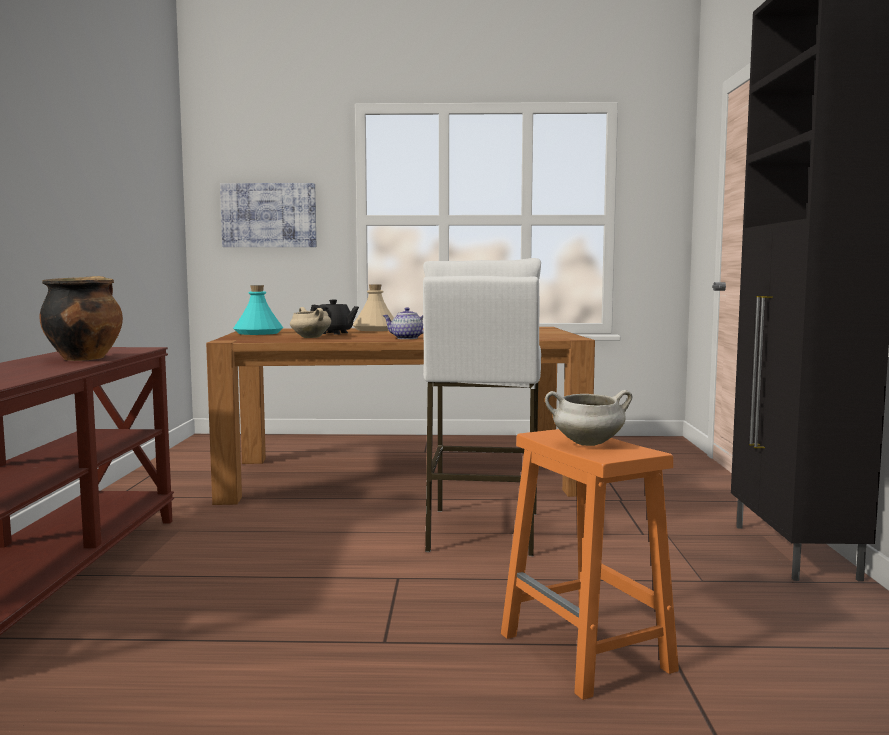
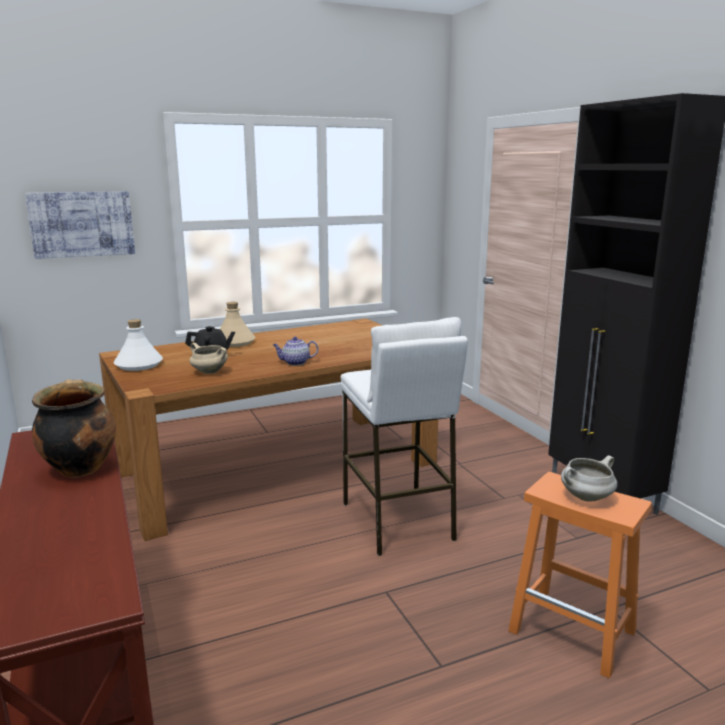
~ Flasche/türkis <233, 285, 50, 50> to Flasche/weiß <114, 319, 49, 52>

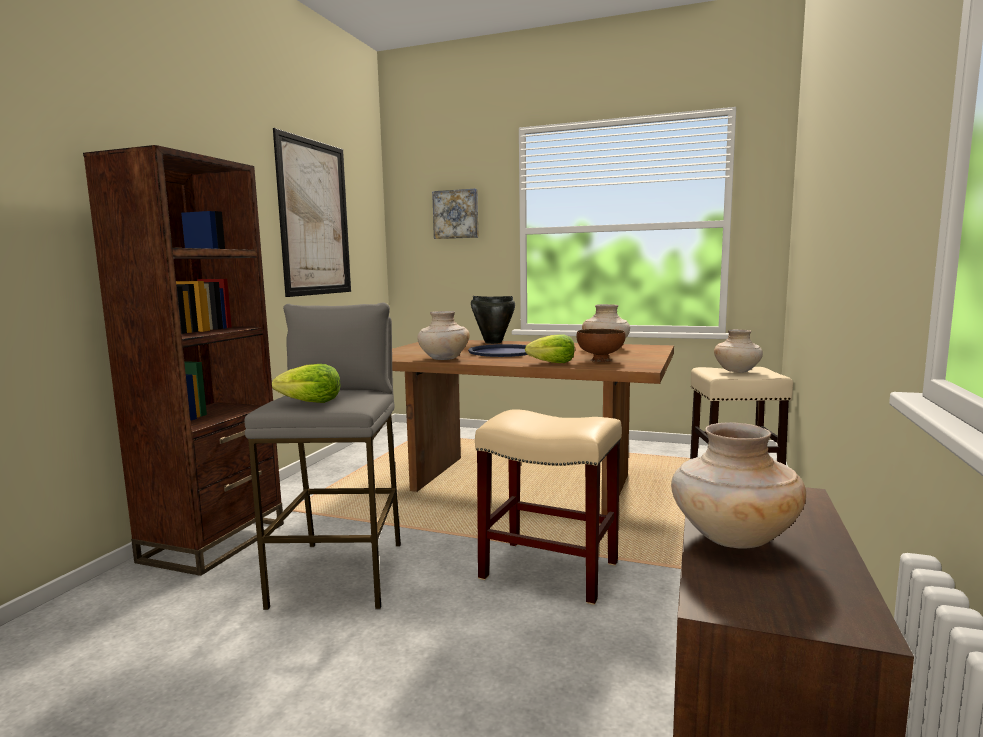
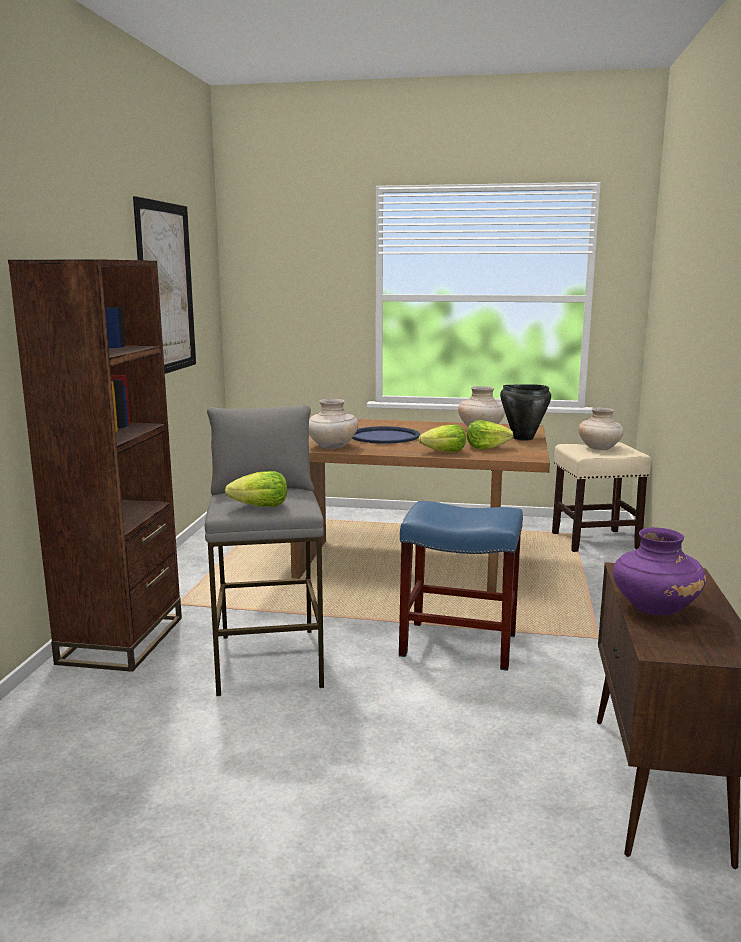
- Bild <432, 189, 47, 50>
~ Kochtopf/schwarz <471, 296, 44, 48> to <500, 384, 51, 57>
~ Hocker/beige <475, 409, 147, 196> to Hocker/blau <399, 501, 124, 170>
~ Schüssel/braun <577, 329, 49, 33> to Salatkopf <467, 420, 47, 29>
~ Vase/beige <671, 422, 135, 127> to Vase/lila <613, 527, 93, 88>

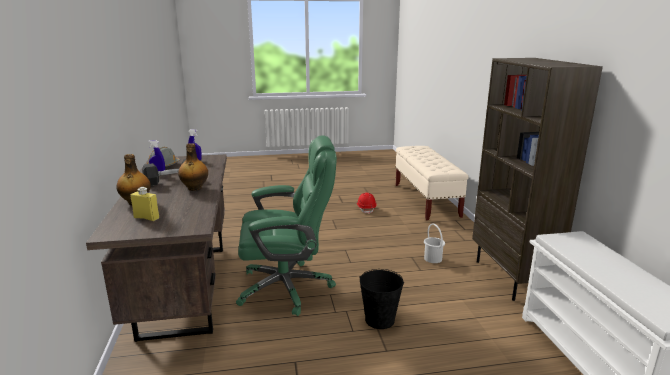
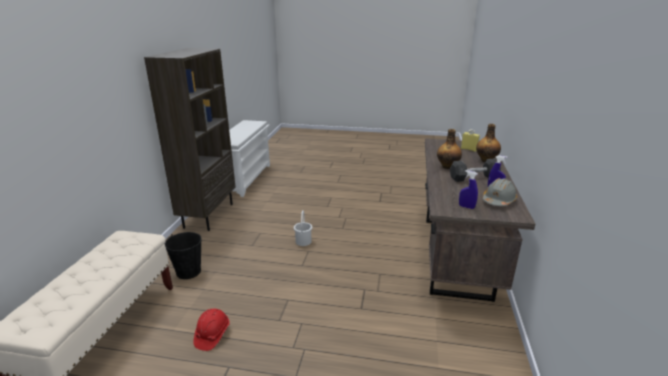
- Bürostuhl/grün <236, 135, 101, 181>
~ Eimer/schwarz <359, 269, 45, 60> to <165, 232, 37, 47>
~ Eimer/weiß <424, 223, 21, 40> to <294, 210, 18, 36>

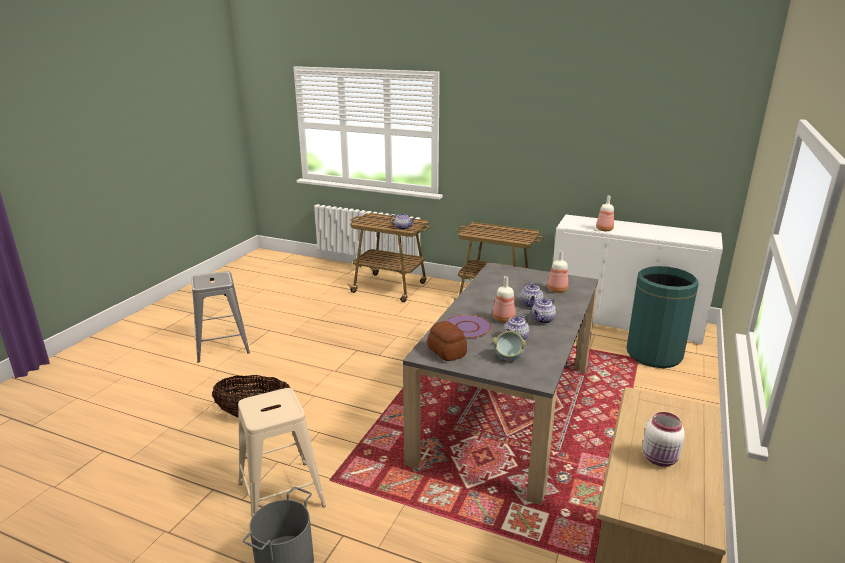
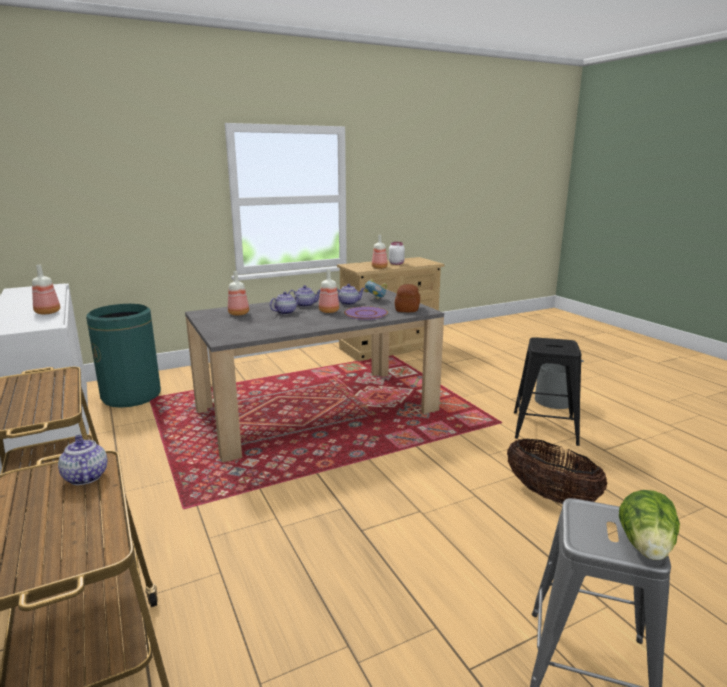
~ Hocker/beige <238, 388, 88, 129> to Hocker/schwarz <514, 337, 68, 109>
+ Flasche <372, 235, 16, 34>
+ Salatkopf <619, 490, 61, 70>

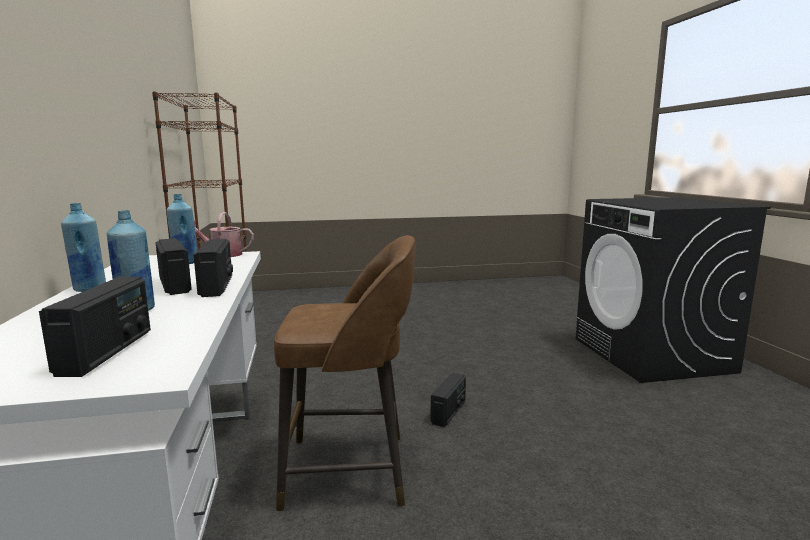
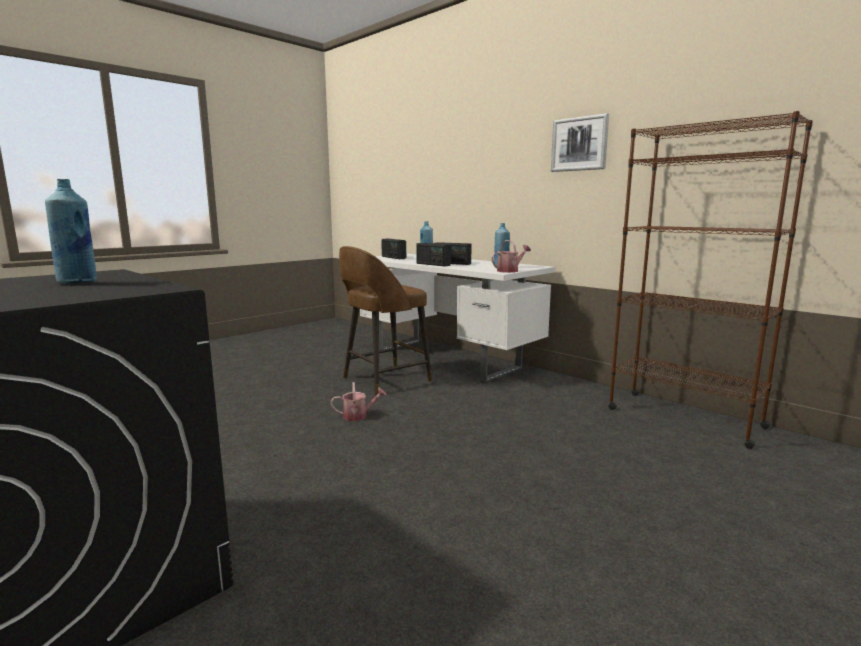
~ Flasche/blau <61, 203, 45, 89> to <45, 179, 52, 105>
~ Radio <431, 373, 35, 54> to Gießkanne <331, 382, 56, 39>
+ Bild <551, 113, 58, 59>

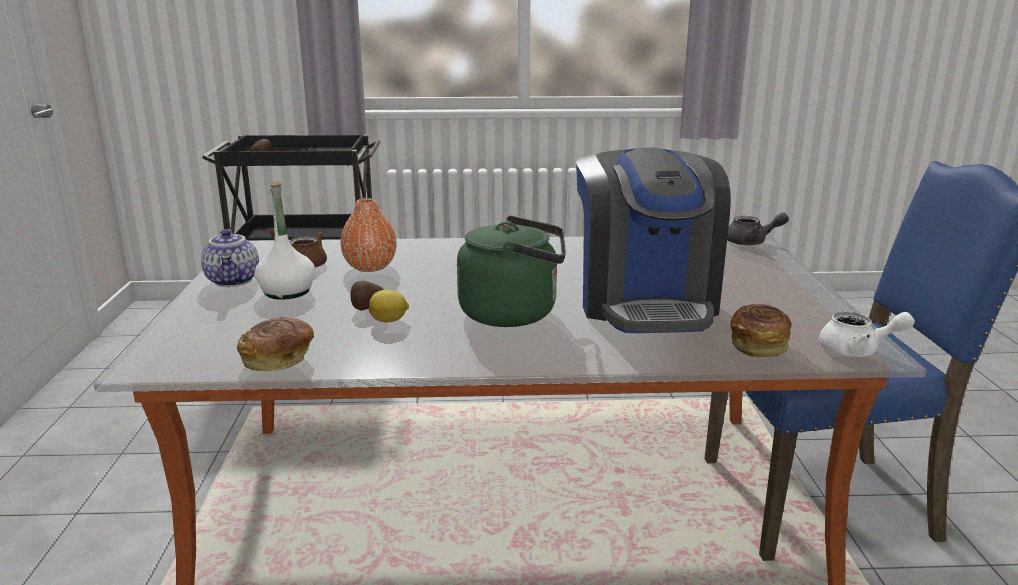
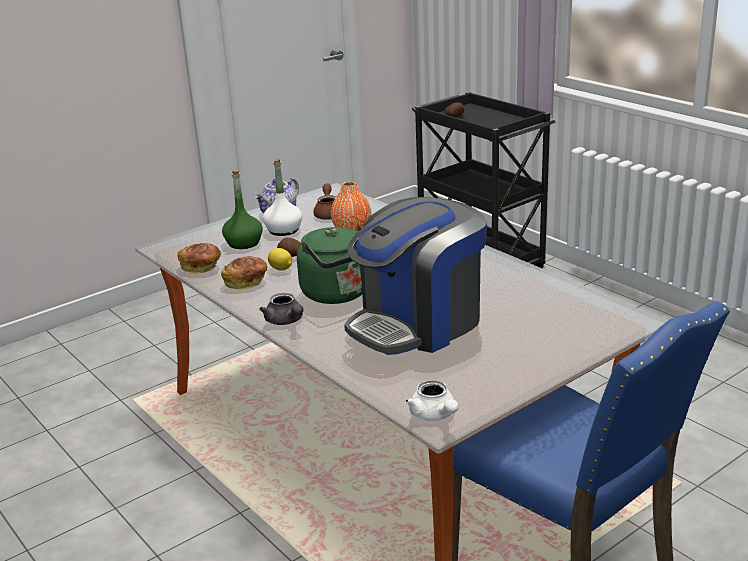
~ Teekanne/grau <727, 212, 62, 34> to <259, 293, 45, 32>
~ Brot <730, 304, 62, 53> to <221, 256, 47, 34>
+ Flasche/grün <222, 170, 41, 79>

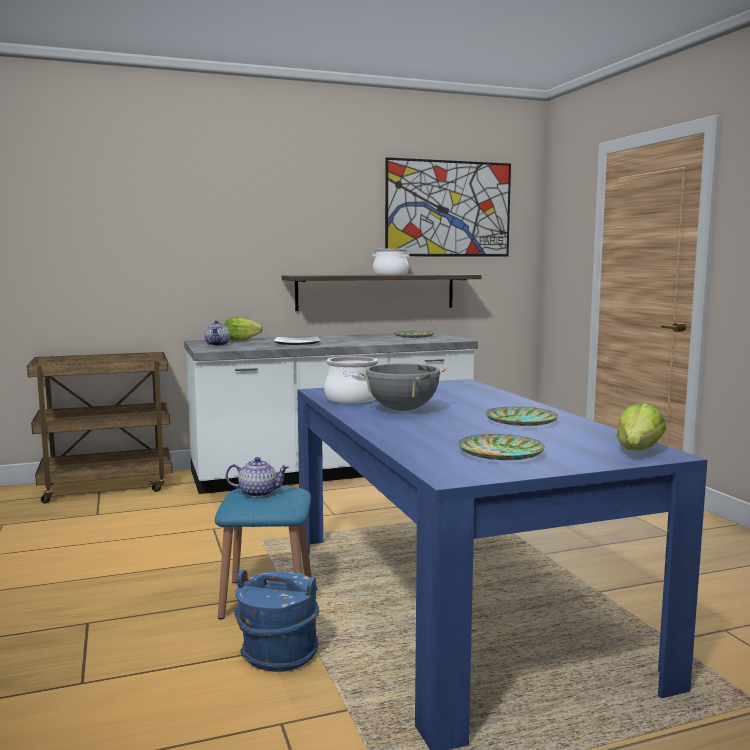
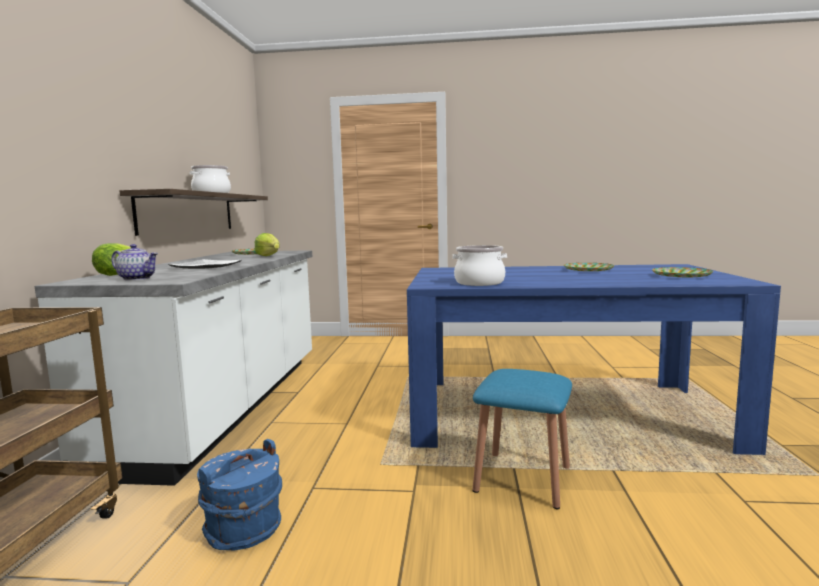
- Teekanne <226, 457, 64, 40>
~ Eimer/blau <234, 569, 85, 103> to <197, 439, 85, 112>
- Kochtopf/grau <358, 364, 89, 47>
- Bild <385, 157, 126, 100>
~ Salatkopf <617, 402, 49, 48> to <255, 233, 25, 23>

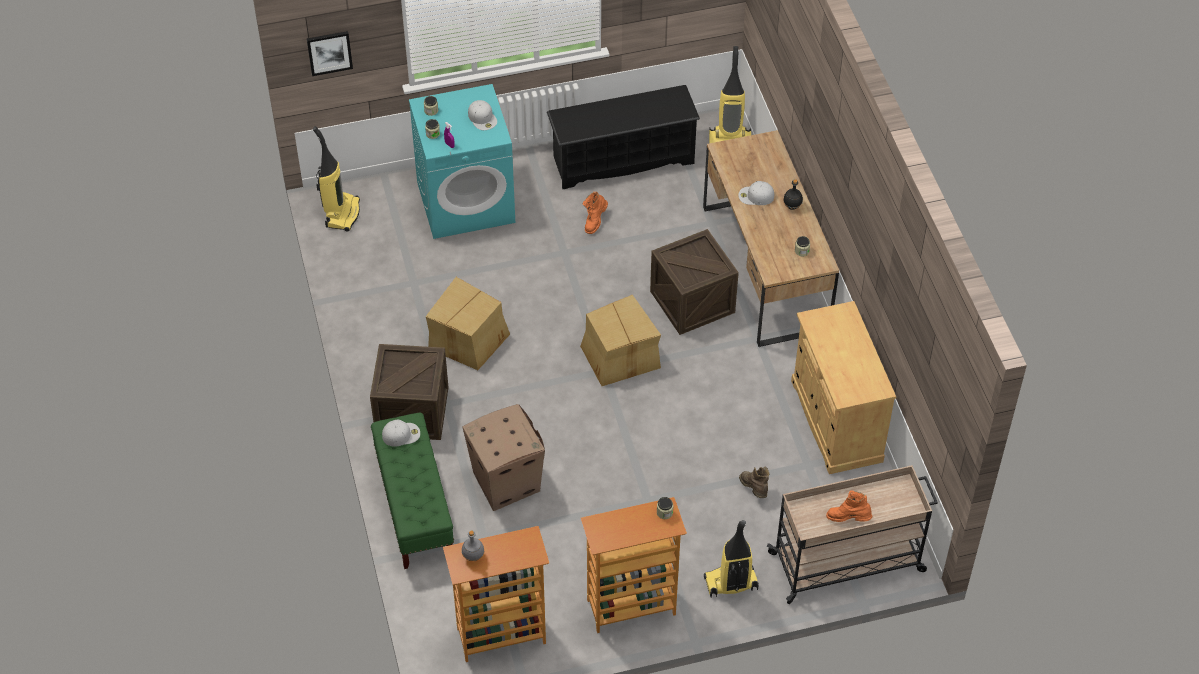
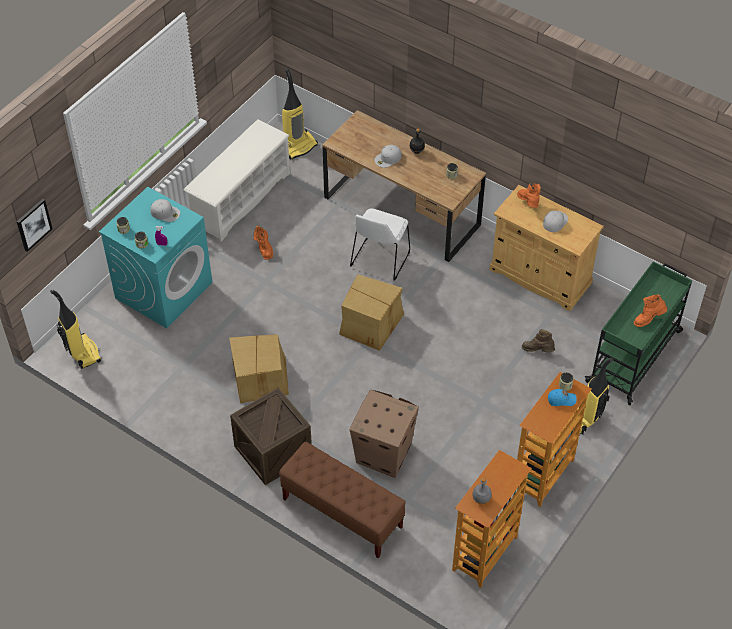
~ Bank/grün <371, 413, 83, 156> to Bank/braun <279, 442, 127, 116>
~ Kappe/weiß <382, 420, 38, 27> to <543, 211, 25, 21>
~ Schuhregal/schwarz <547, 85, 153, 104> to Schuhregal/weiß <184, 119, 106, 123>
~ Kiste <650, 229, 89, 106> to Stuhl/weiß <350, 208, 60, 73>
~ Rollwagen/beige <767, 465, 171, 139> to Rollwagen/grün <585, 262, 107, 143>
+ Stiefel/orange <517, 183, 24, 25>
+ Kappe/blau <548, 389, 29, 17>

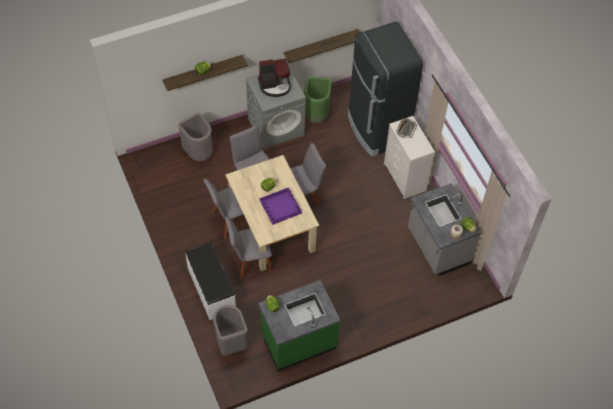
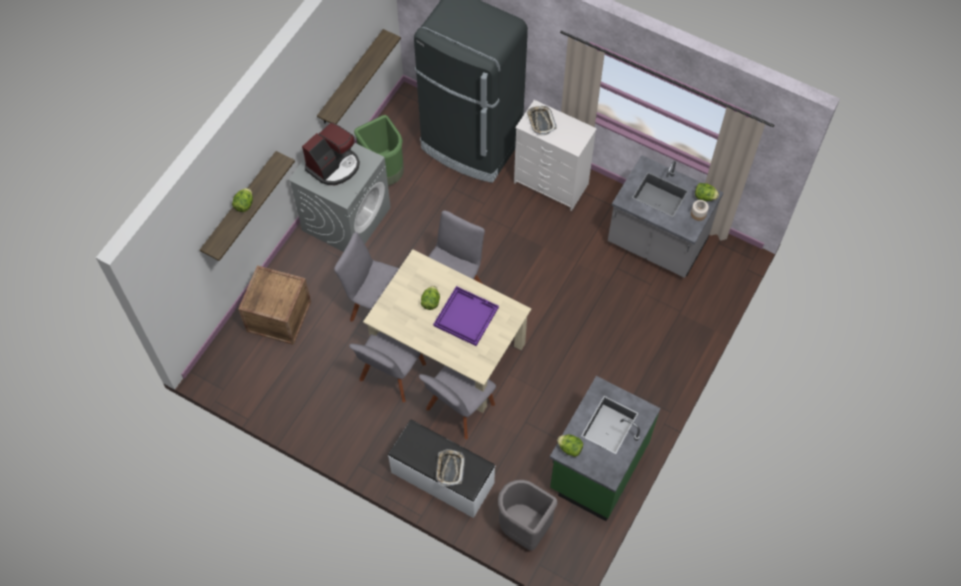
~ Mülleimer/grau <178, 112, 34, 49> to Kiste <238, 265, 73, 80>
+ Tablett <436, 449, 29, 38>

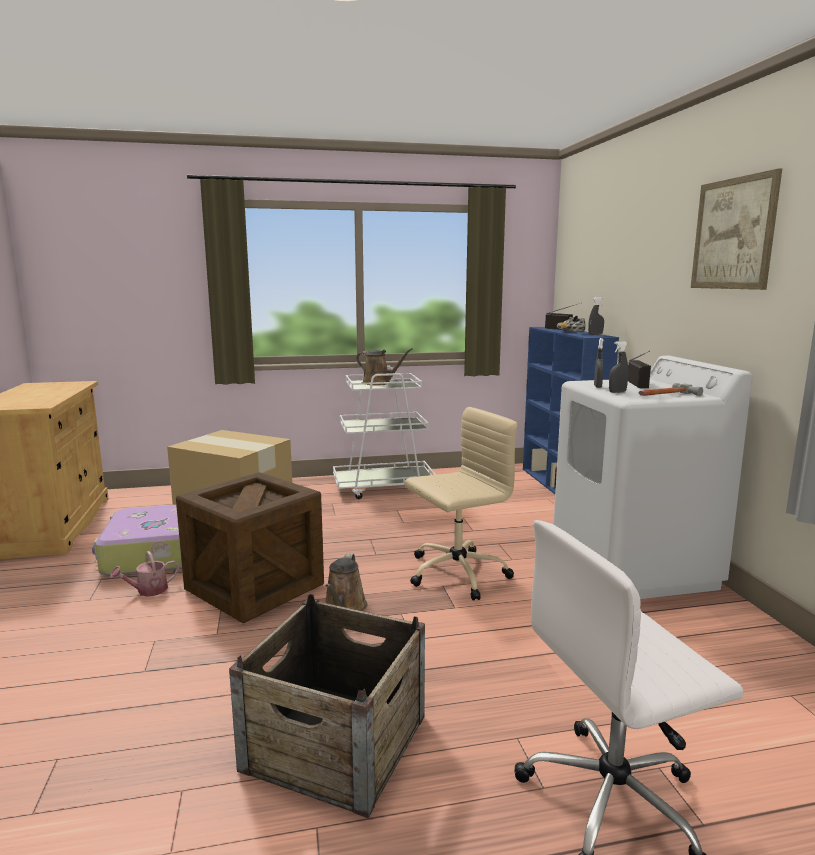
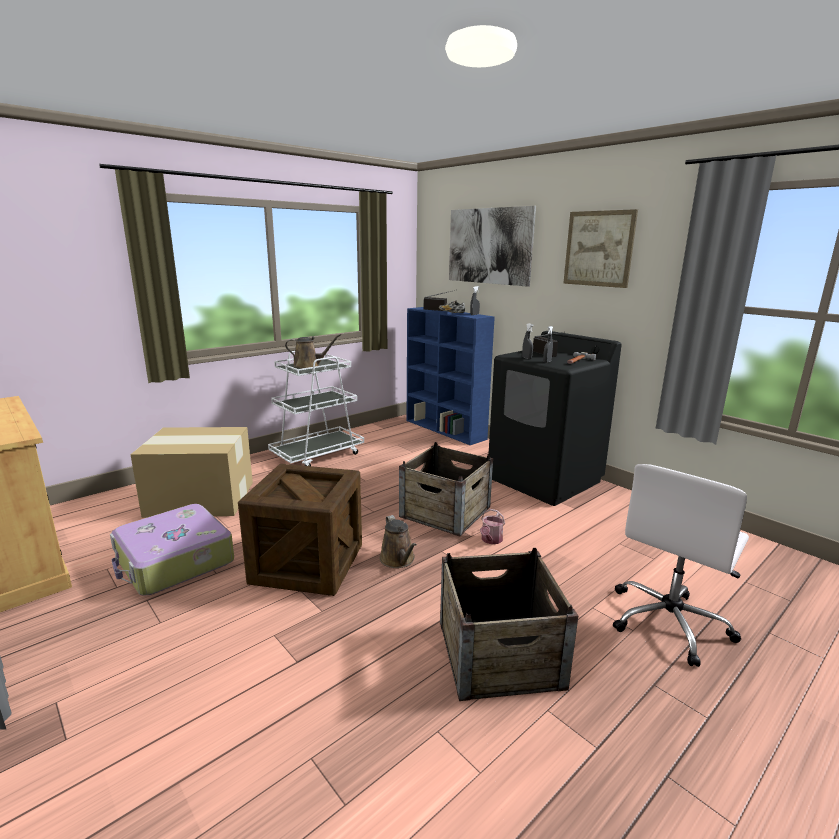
~ Gießkanne <110, 551, 69, 46> to <480, 509, 25, 35>
~ Bürostuhl/beige <404, 407, 113, 193> to Kiste <399, 442, 94, 94>
~ Waschmaschine/weiß <554, 356, 198, 243> to Waschmaschine/schwarz <489, 331, 133, 175>
+ Bild <449, 206, 87, 81>

